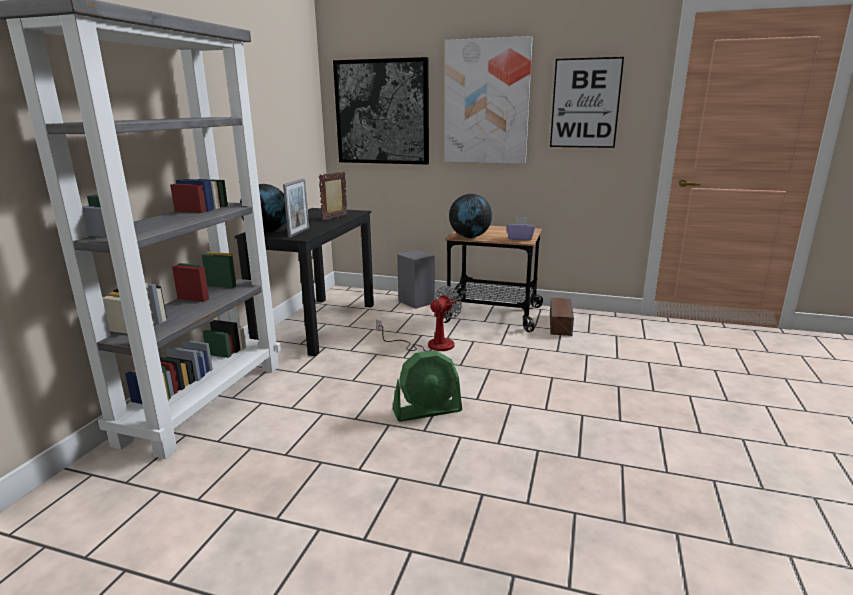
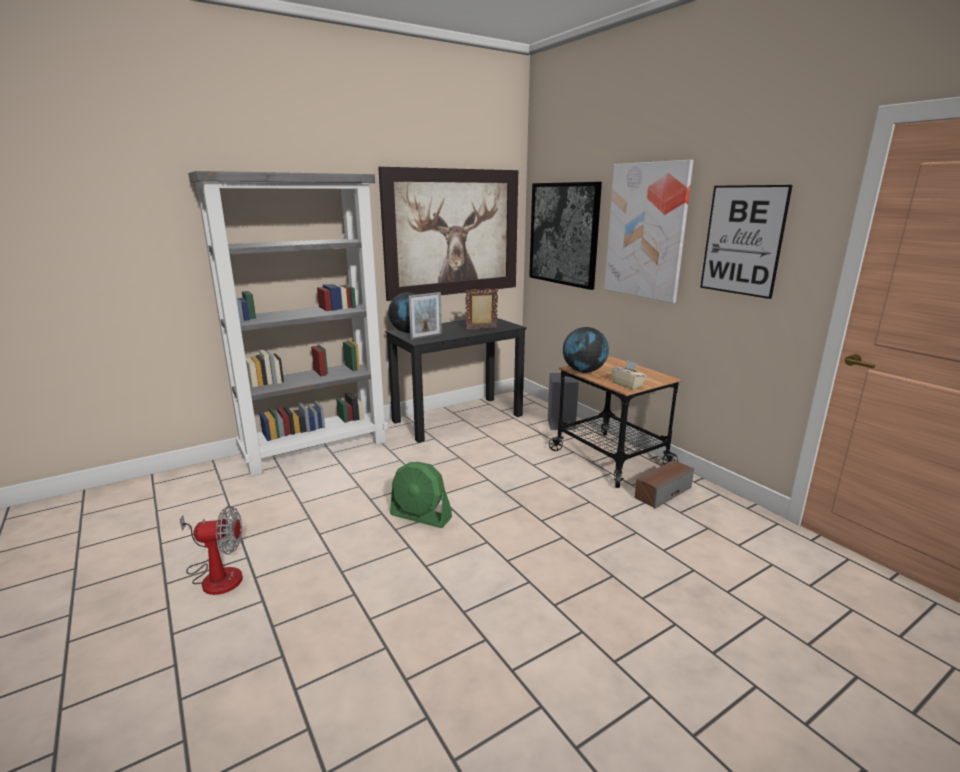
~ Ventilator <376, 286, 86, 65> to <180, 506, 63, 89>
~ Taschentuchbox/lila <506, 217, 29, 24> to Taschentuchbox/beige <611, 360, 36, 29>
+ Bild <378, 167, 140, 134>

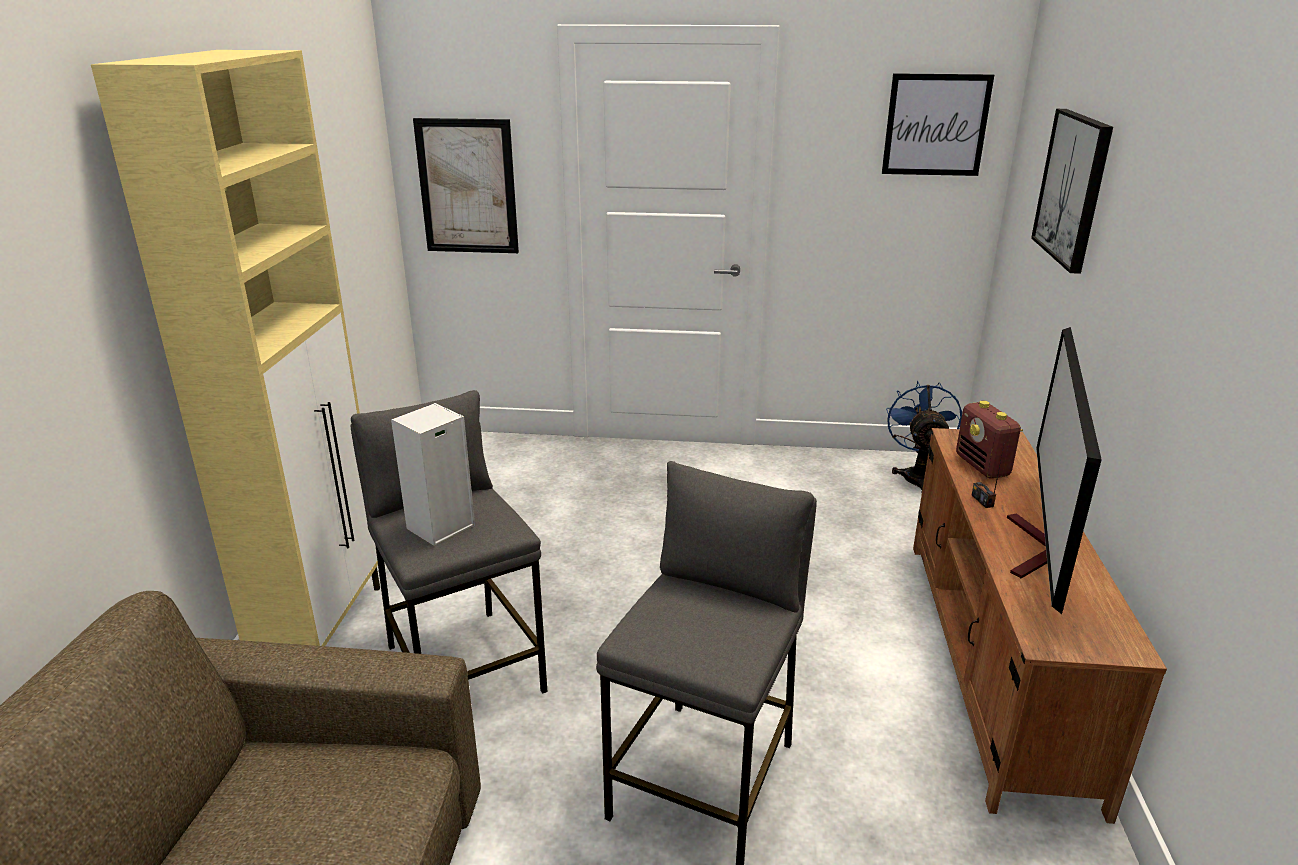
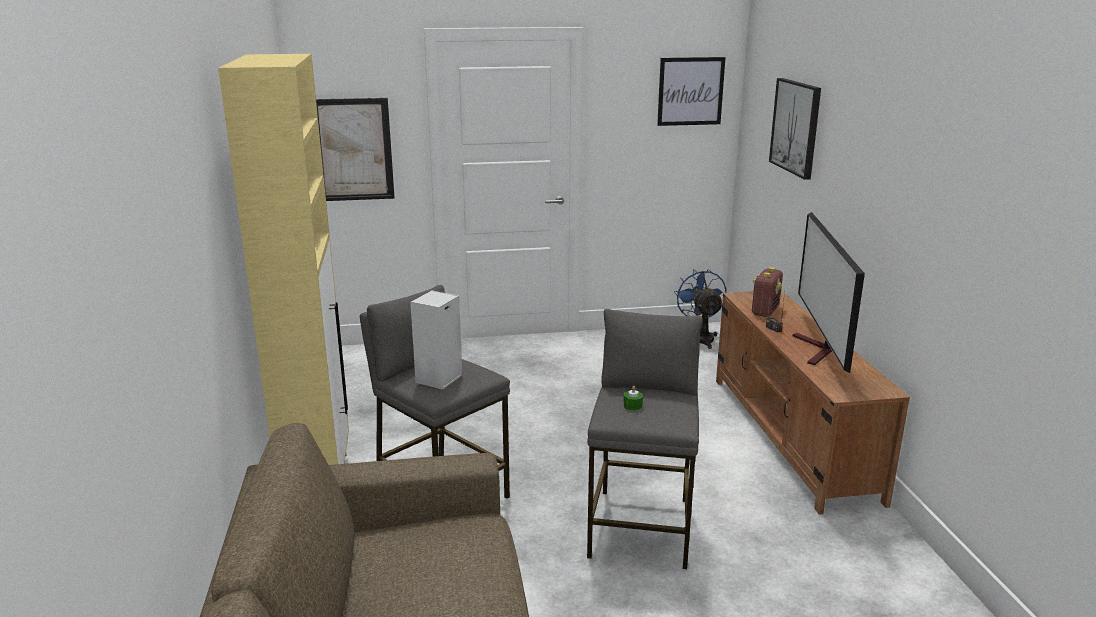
~ Radio <956, 401, 67, 78> = <752, 267, 31, 50> 120 degrees counterclockwise
+ Kerze/grün <623, 386, 20, 25>

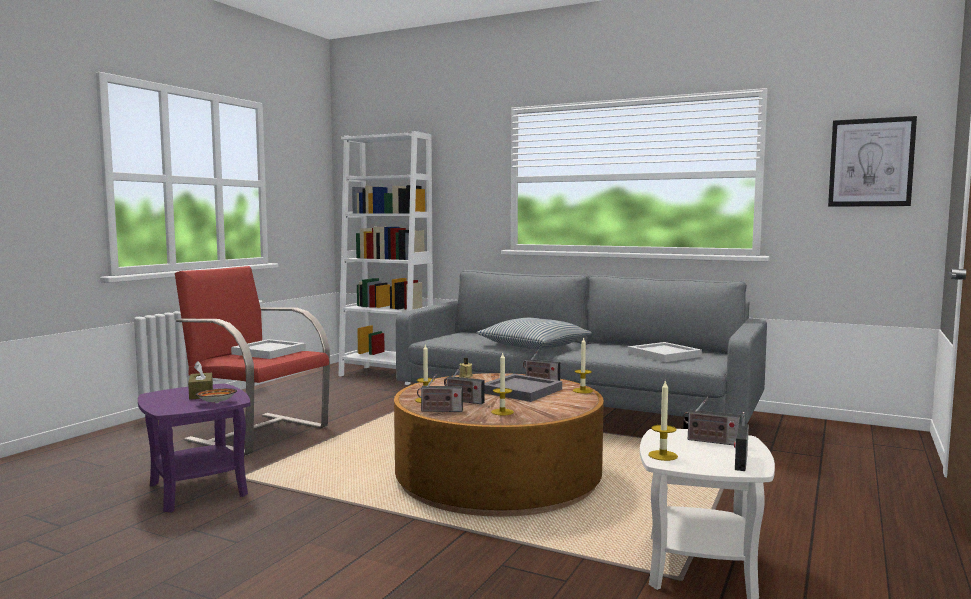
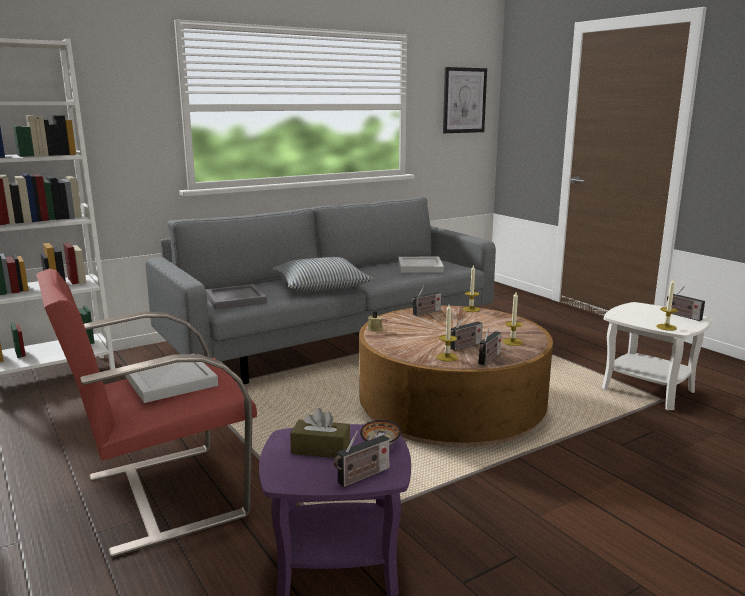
~ Tablett/grau <485, 374, 77, 28> to <205, 284, 62, 26>
~ Radio <683, 397, 58, 48> to <334, 431, 56, 56>

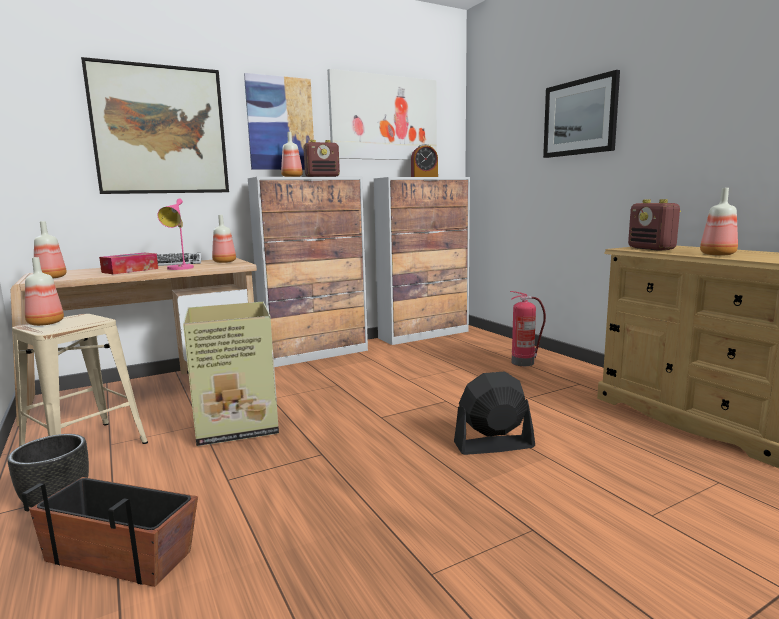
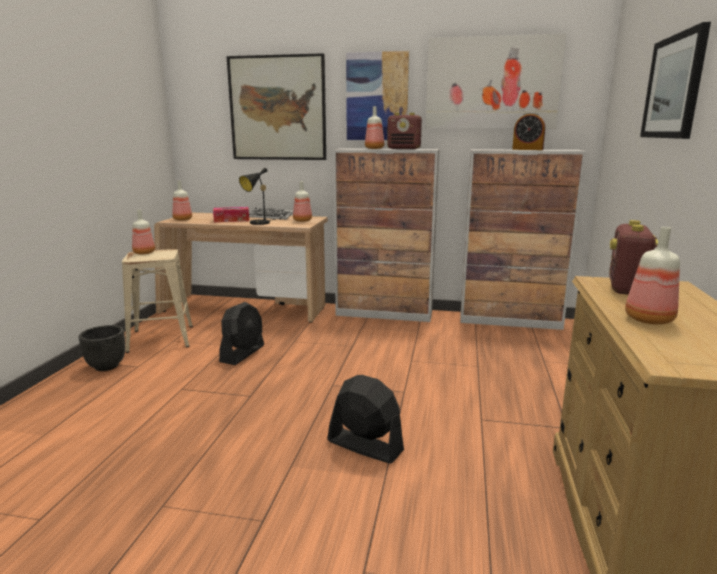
- Pflanzkübel <22, 477, 176, 110>
~ Tischlampe/rosa <157, 198, 37, 72> to Tischlampe/schwarz <239, 168, 37, 57>
~ Karton <183, 302, 96, 144> to Ventilator/schwarz <219, 302, 45, 63>
- Feuerlöscher <510, 291, 36, 75>

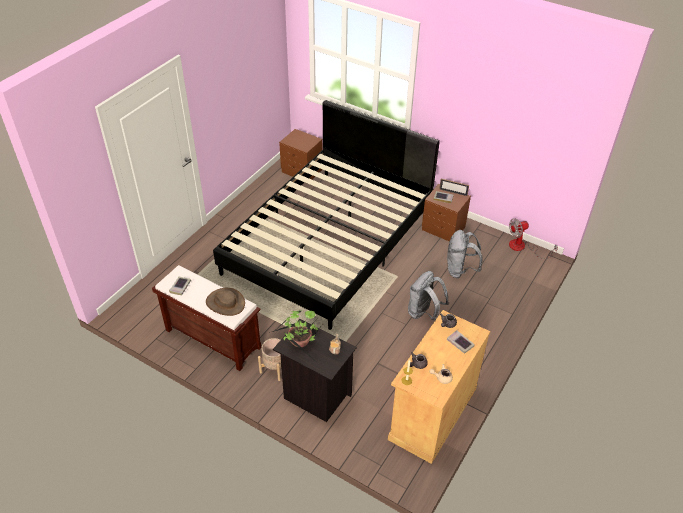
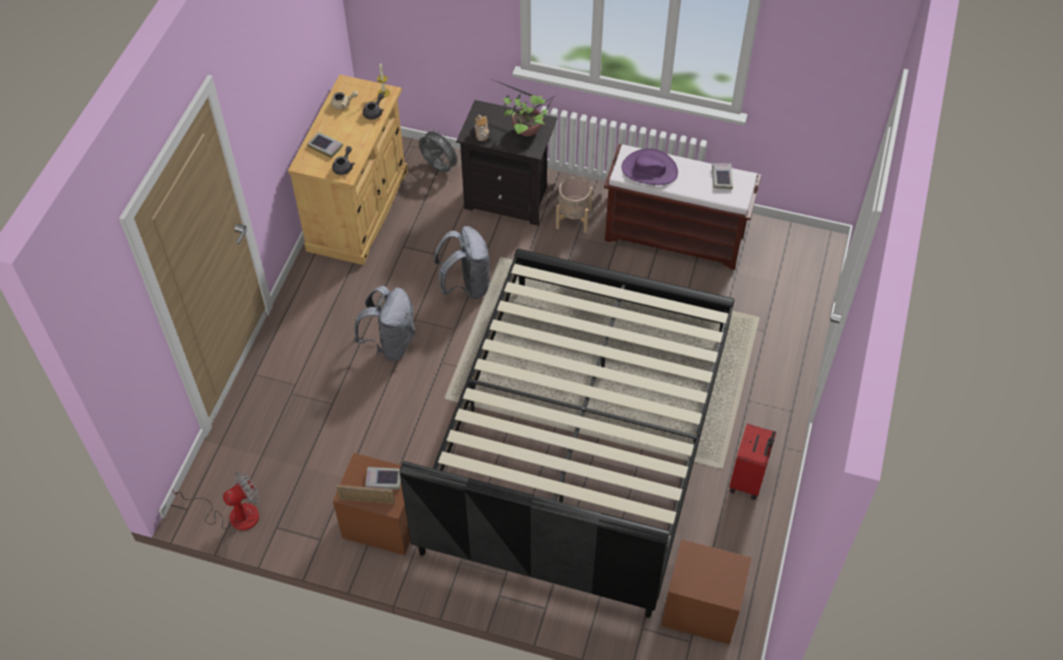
~ Hut/braun <206, 288, 39, 28> to Hut/lila <621, 148, 57, 37>
~ Rucksack/grau <447, 230, 36, 48> to <434, 226, 57, 73>
+ Ventilator/grau <419, 128, 42, 44>
+ Koffer/rot <729, 423, 47, 77>

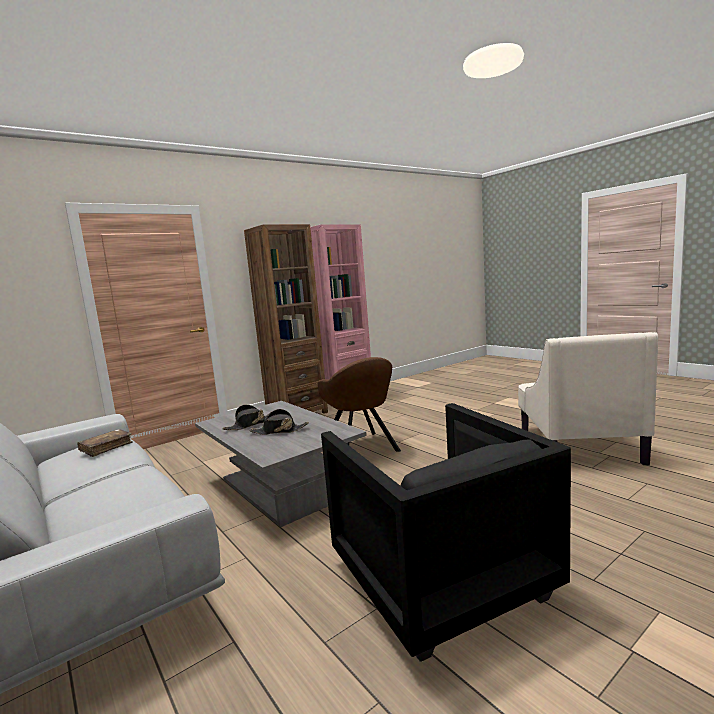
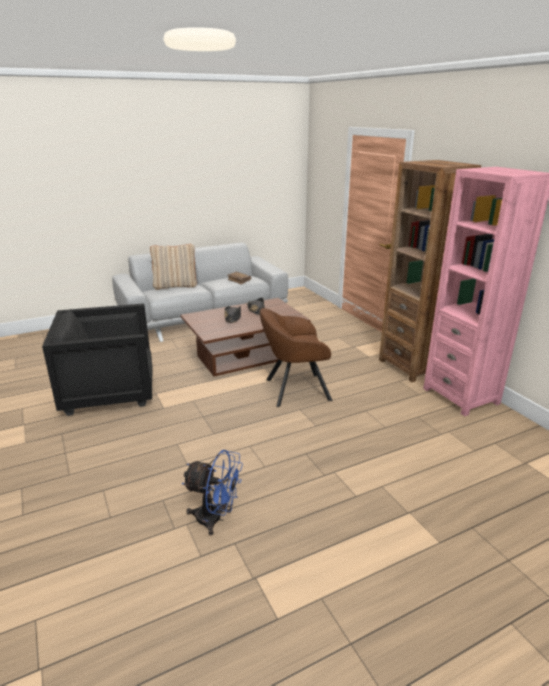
~ Couchtisch/grau <195, 401, 172, 127> to Couchtisch/braun <181, 298, 129, 78>
~ Sessel/beige <518, 332, 140, 133> to Ventilator/blau <182, 450, 61, 86>
+ Kissen/beige <150, 244, 47, 46>

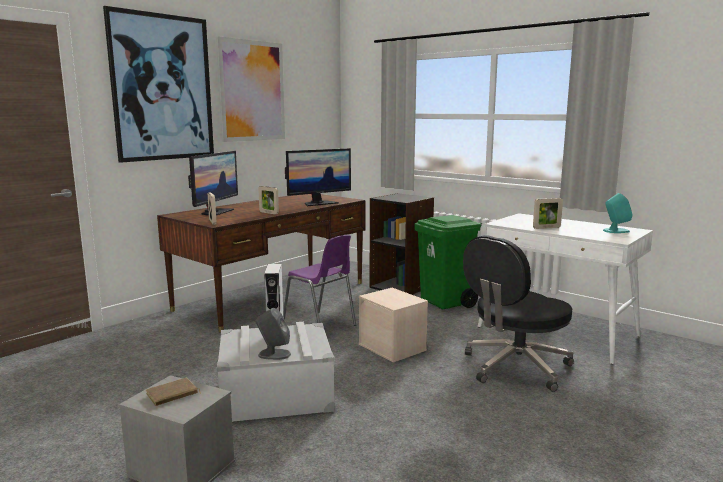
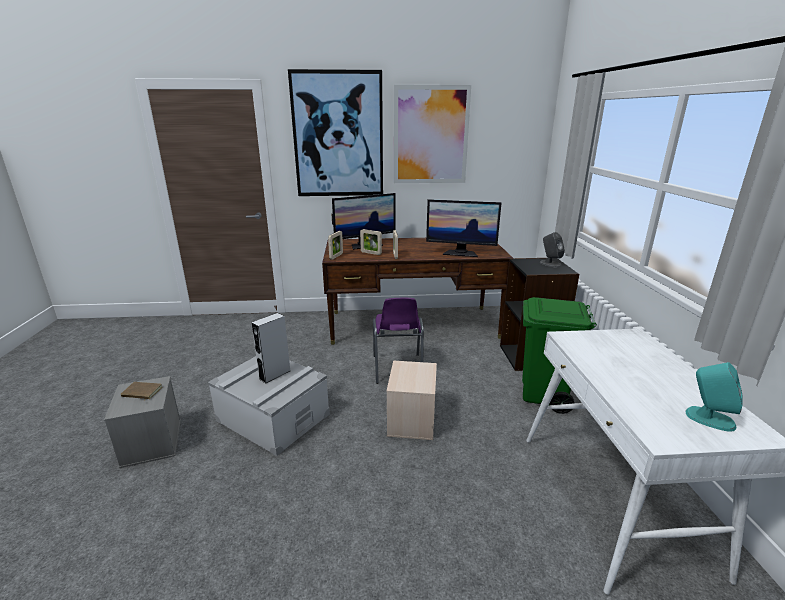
~ Lautsprecher/grau <256, 308, 35, 52> to <540, 232, 25, 36>
- Bürostuhl/schwarz <463, 235, 111, 157>
~ Bilderrahmen <533, 198, 30, 31> to <360, 229, 22, 26>

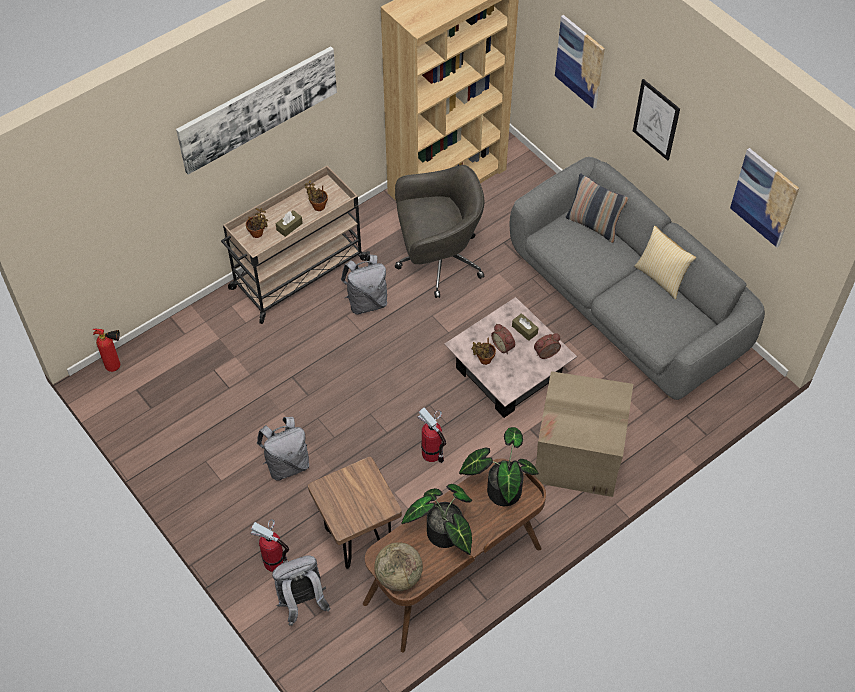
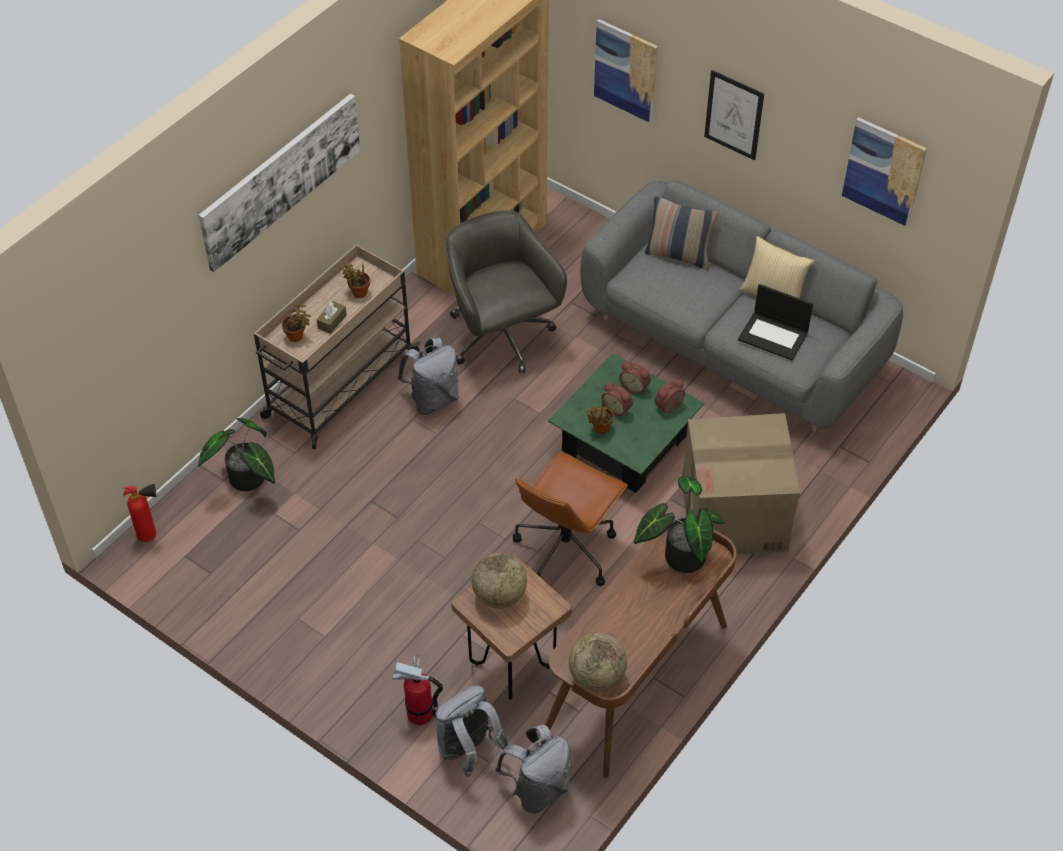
~ Rucksack/grau <257, 417, 52, 64> to <495, 725, 75, 89>
~ Bürostuhl/grau <395, 165, 89, 133> = <445, 211, 122, 162> 90 degrees counterclockwise
~ Topfpflanze <401, 484, 71, 71> to <198, 418, 77, 73>
~ Feuerlöscher <417, 407, 29, 56> to Bürostuhl/braun <513, 452, 115, 134>
~ Couchtisch/rosa <444, 297, 133, 121> to Couchtisch/grün <548, 353, 156, 140>
~ Taschentuchbox/braun <512, 313, 26, 28> to Wecker <619, 361, 32, 33>
+ Globus <472, 553, 55, 56>
+ Laptop <738, 284, 75, 76>

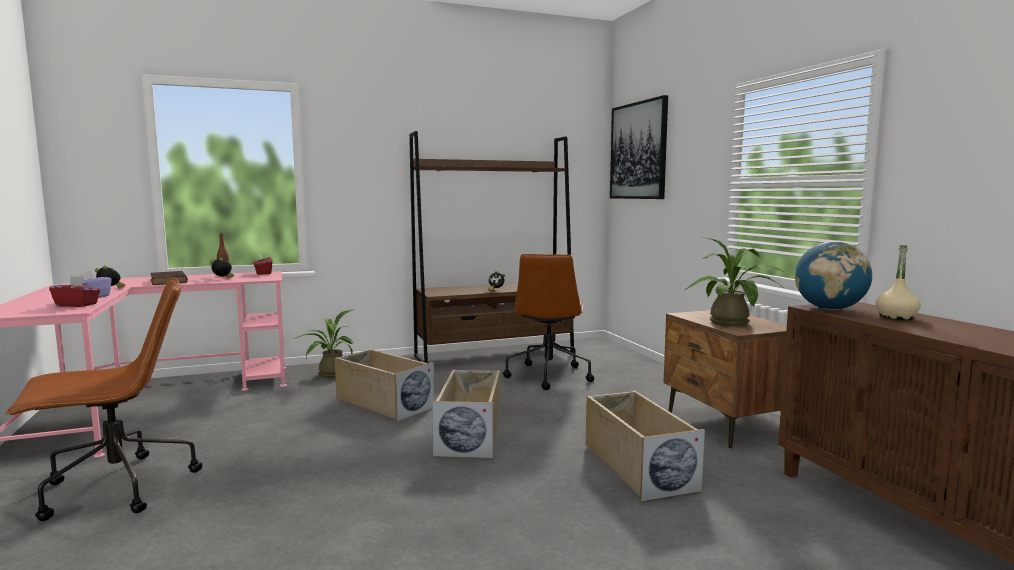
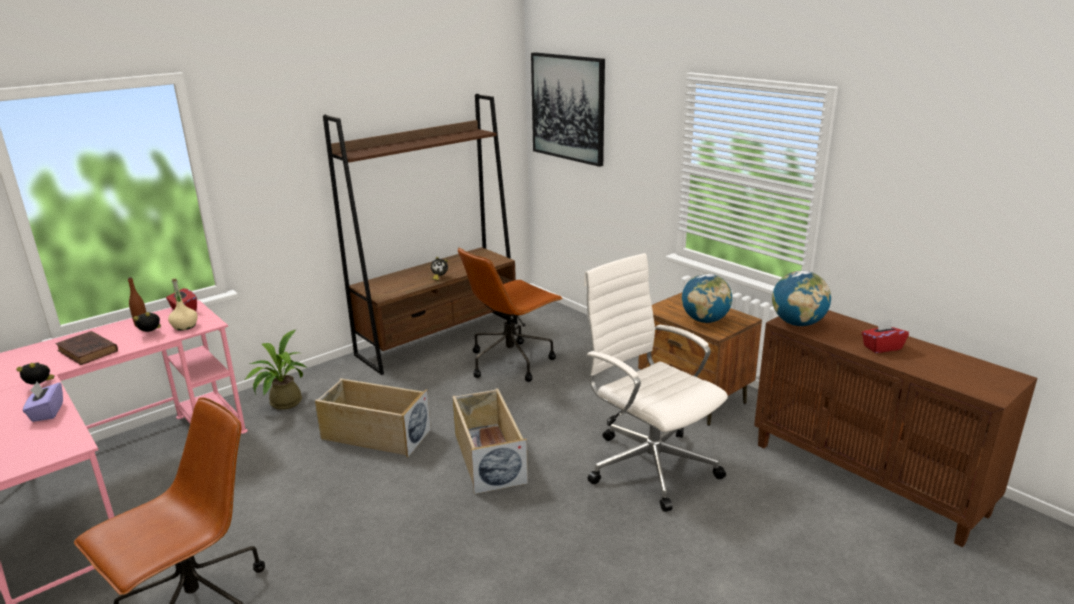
~ Taschentuchbox/rot <49, 276, 51, 31> to <862, 319, 47, 34>
~ Bürostuhl/braun <503, 254, 91, 136> = <458, 247, 105, 135> 60 degrees clockwise
~ Aufbewahrungsbox/beige <586, 391, 119, 110> to Bürostuhl/weiß <584, 253, 144, 259>
~ Topfpflanze <685, 237, 99, 90> to Globus <682, 274, 50, 49>
~ Flasche/beige <876, 245, 45, 75> to <168, 279, 30, 52>

